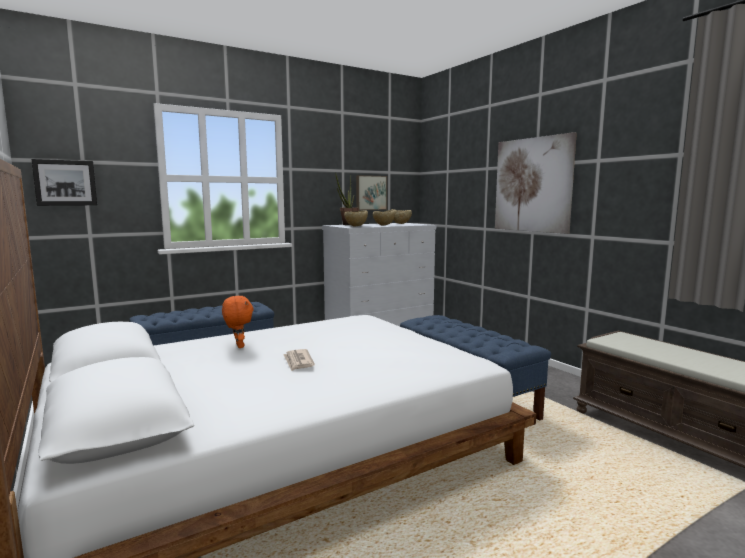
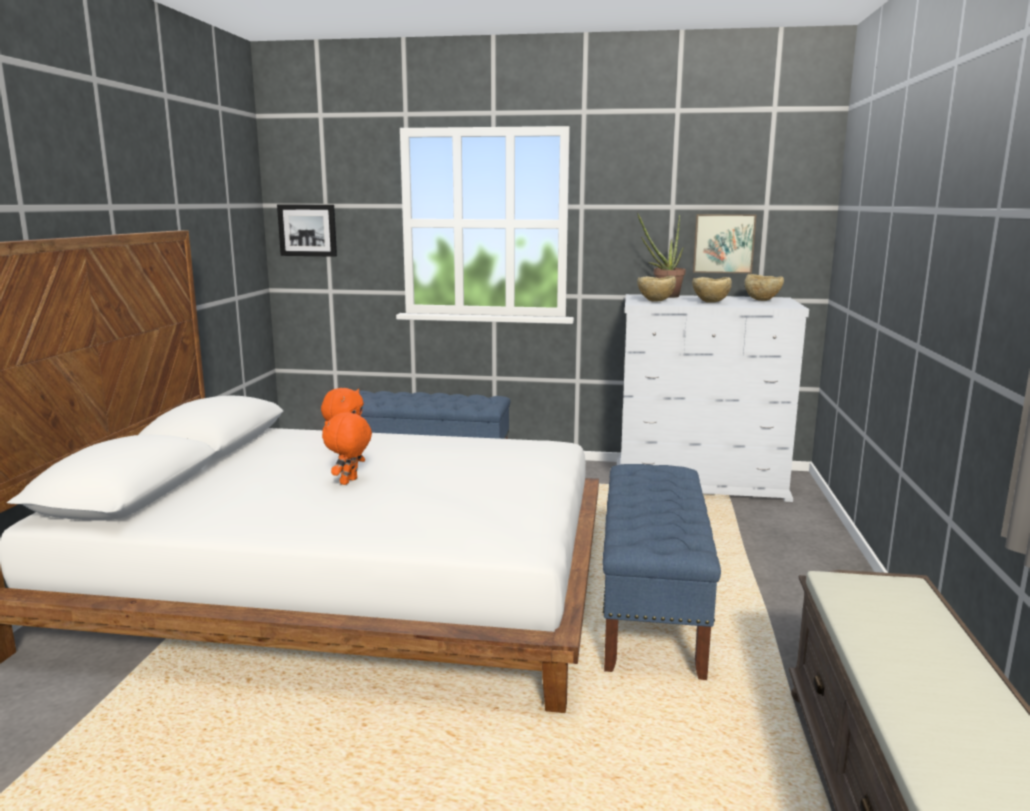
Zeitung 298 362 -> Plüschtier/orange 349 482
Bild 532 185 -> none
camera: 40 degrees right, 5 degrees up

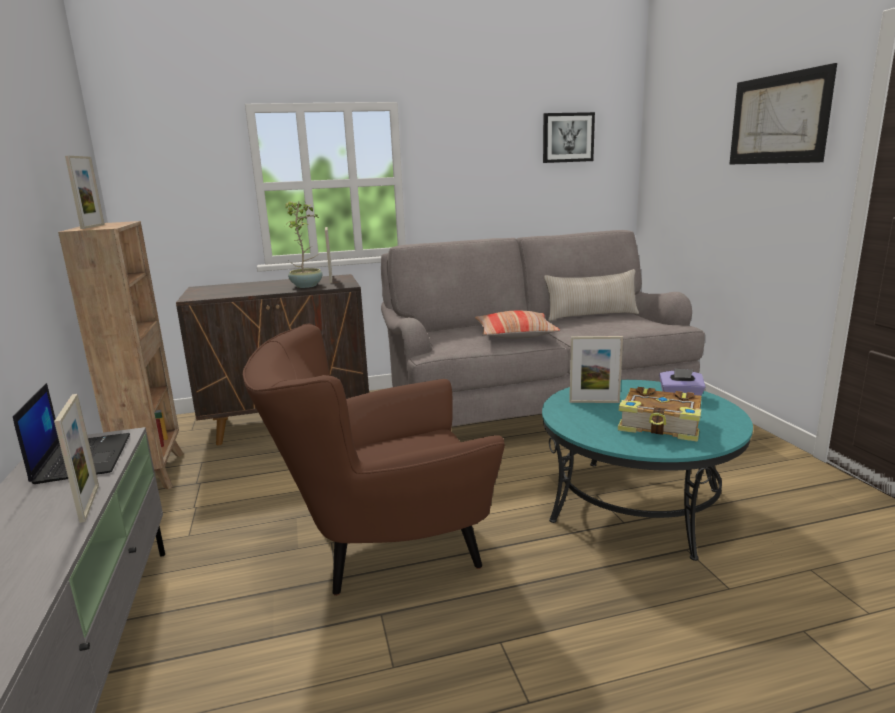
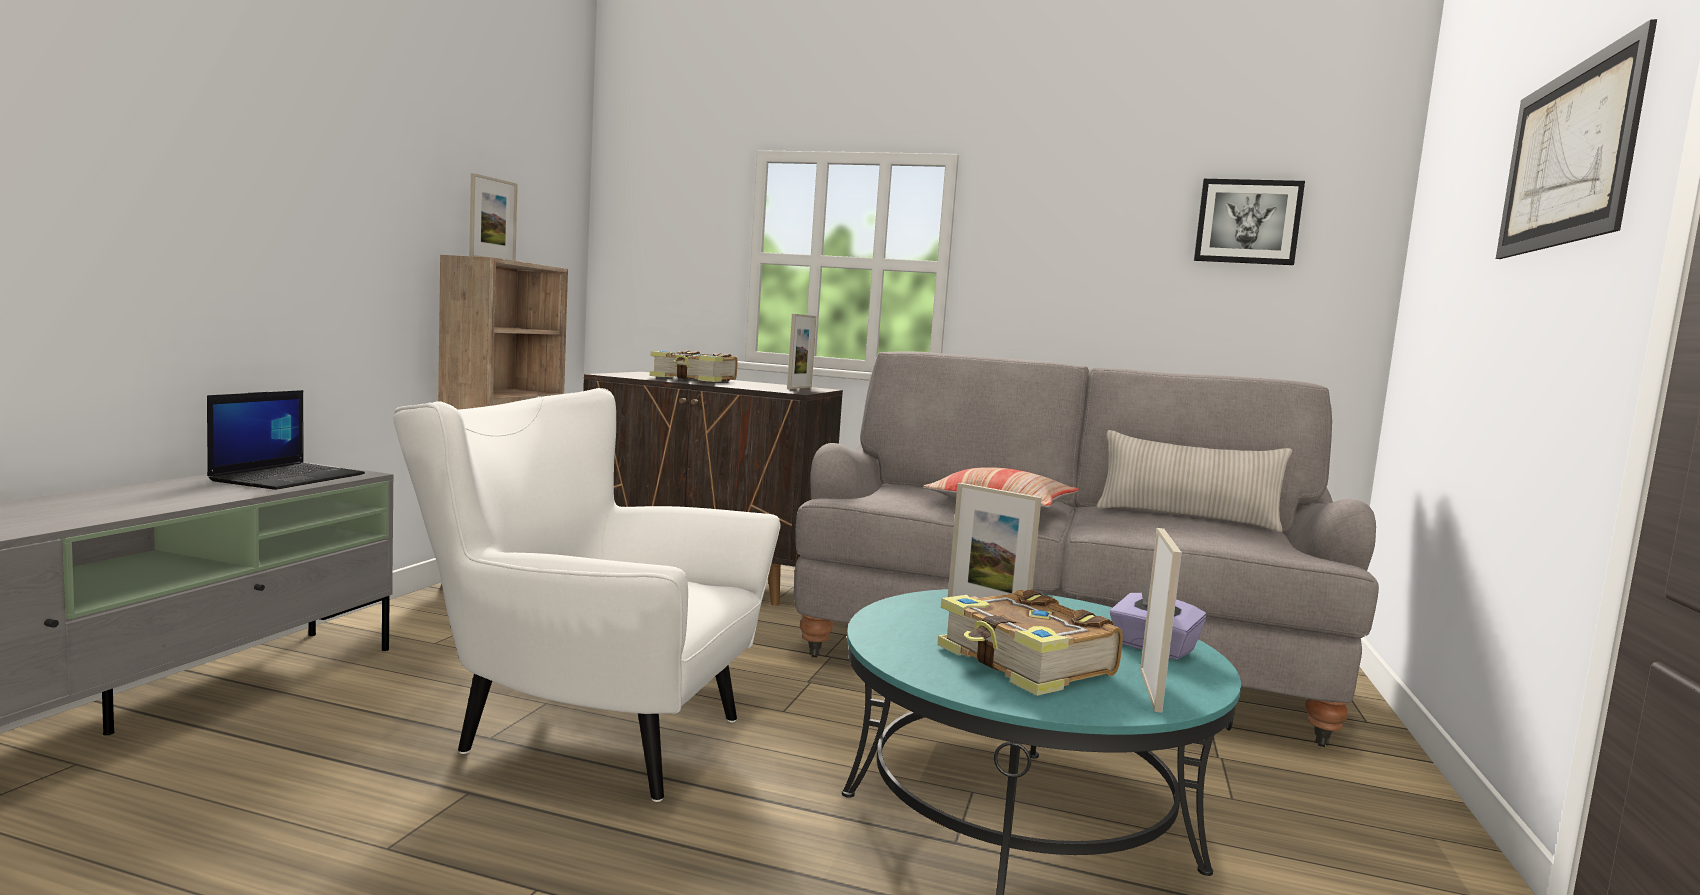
Bilderrahmen 89 503 -> Bilderrahmen 1150 690, move
Sessel/braun 383 550 -> Sessel/weiß 583 733
Topfpflanze 307 286 -> none
none -> Buch 694 379
camera: 30 degrees right, 10 degrees down

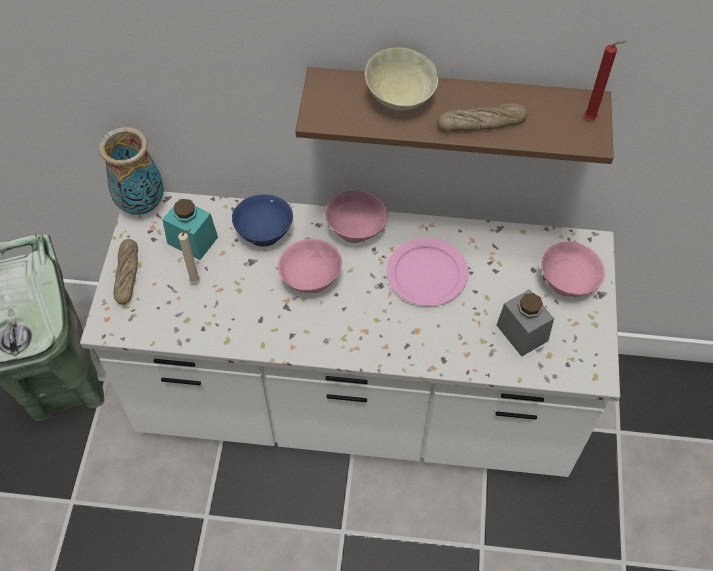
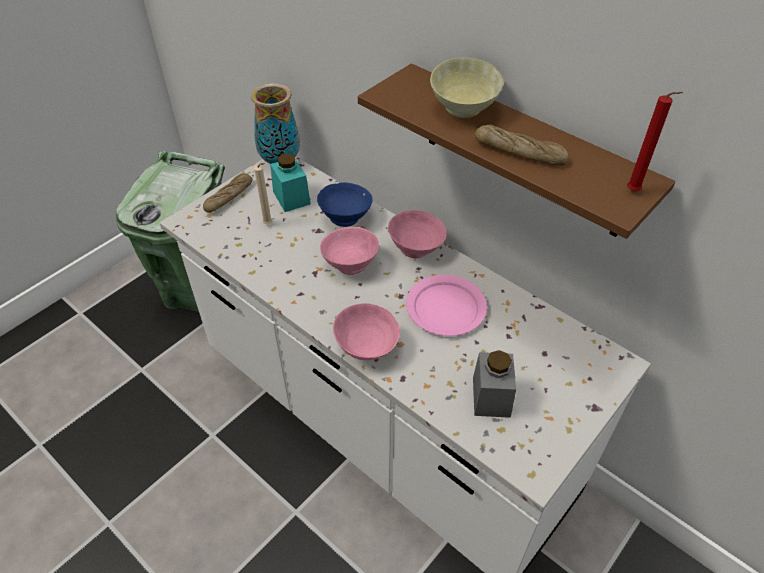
Schüssel/rosa 567 284 -> Schüssel/rosa 366 348, move
camera: 35 degrees right, 10 degrees down

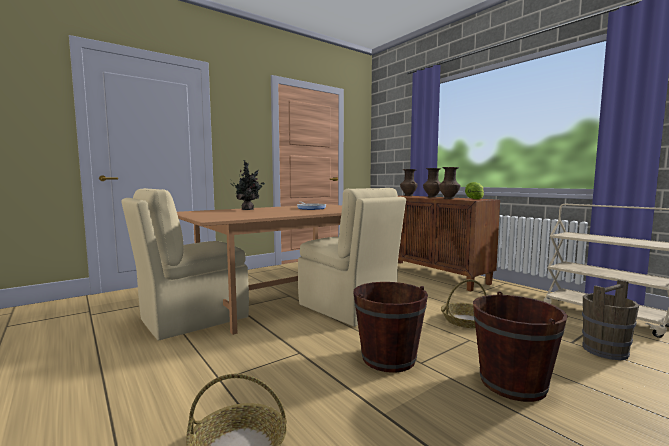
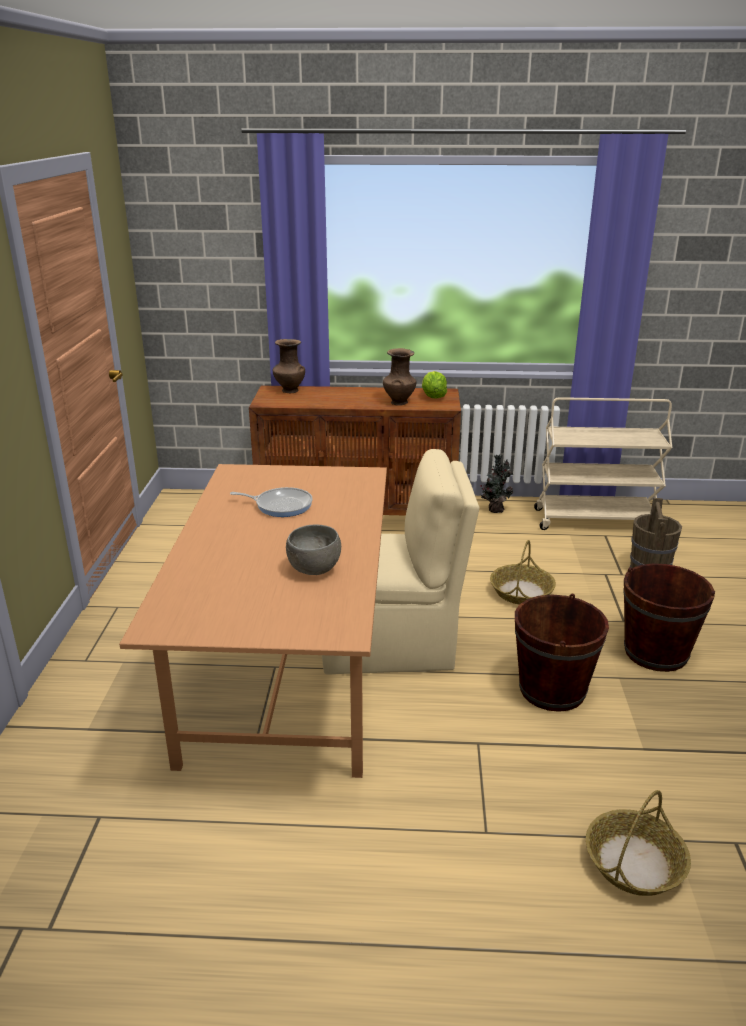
Stuhl/beige 191 319 -> none
Topfpflanze 248 209 -> Topfpflanze 495 509, move
Vase/braun 432 197 -> none
none -> Schüssel/grau 313 569
camera: 50 degrees left, 20 degrees up

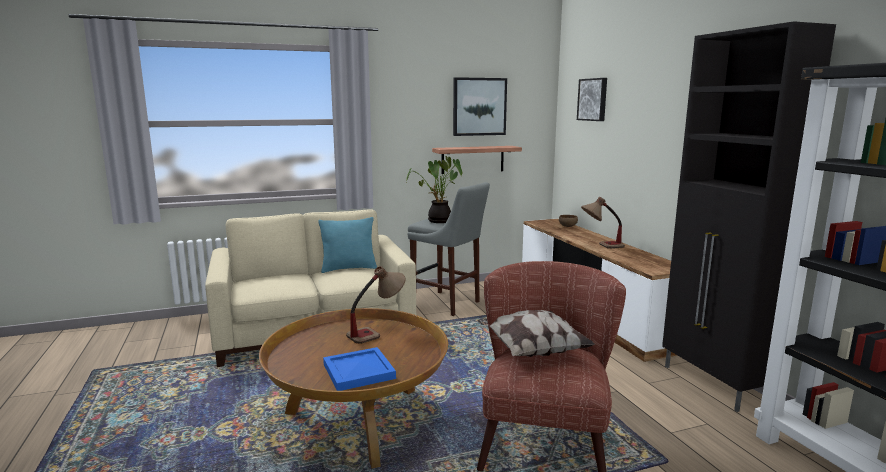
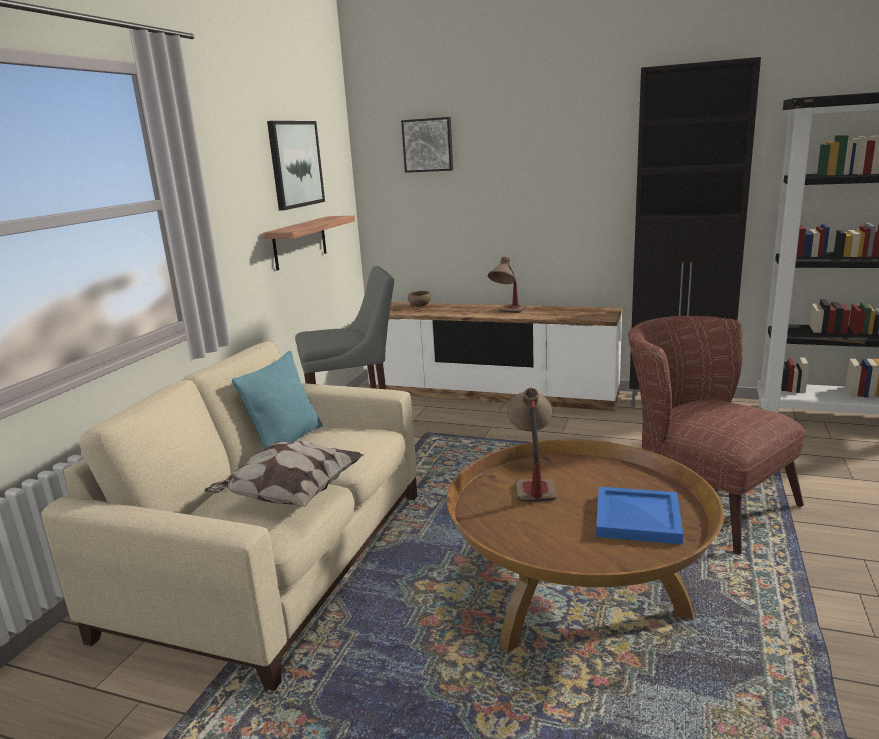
Topfpflanze 437 221 -> none
Kissen 532 350 -> Kissen 289 495, move
camera: 50 degrees left, 5 degrees up

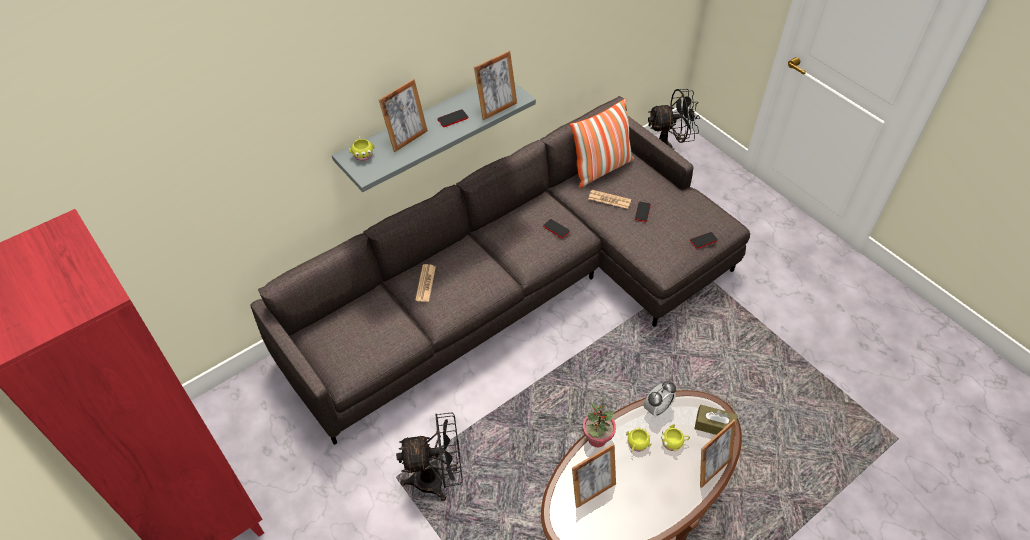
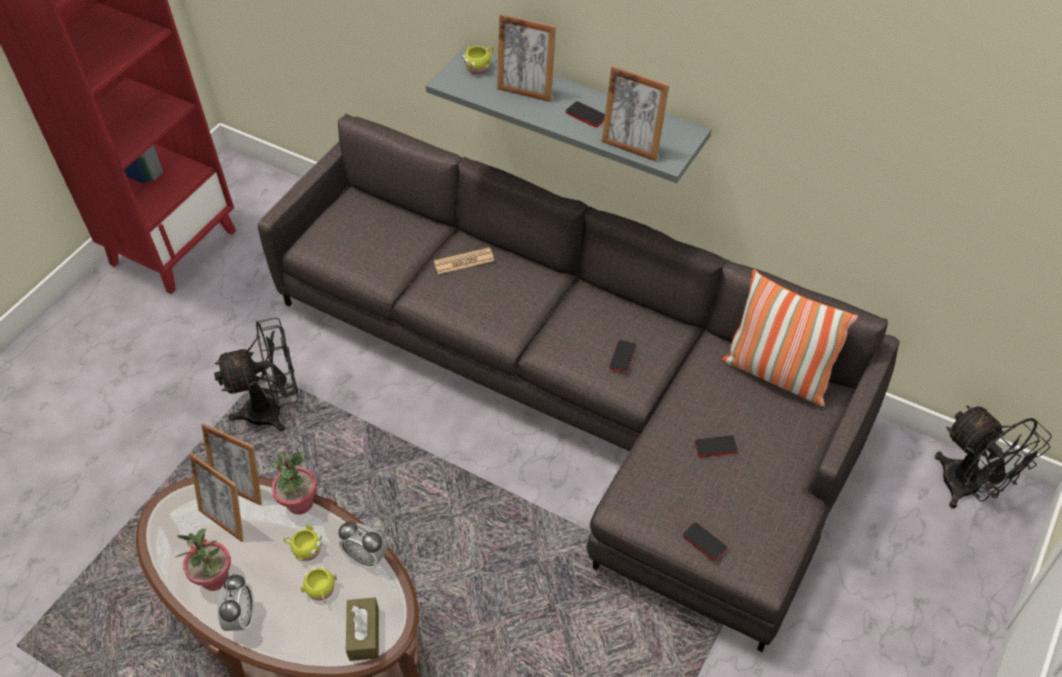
Ventilator/schwarz 437 478 -> Ventilator/schwarz 274 409, 75 degrees counterclockwise
Zeitung 609 199 -> none
Bilderrahmen 711 468 -> Bilderrahmen 241 487, move
none -> Topfpflanze 215 579
none -> Wecker 242 618
camera: 70 degrees right, 0 degrees up

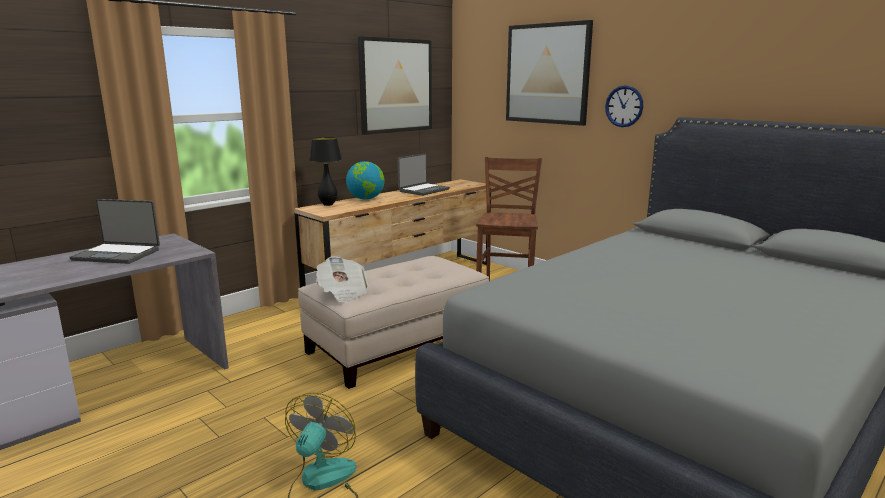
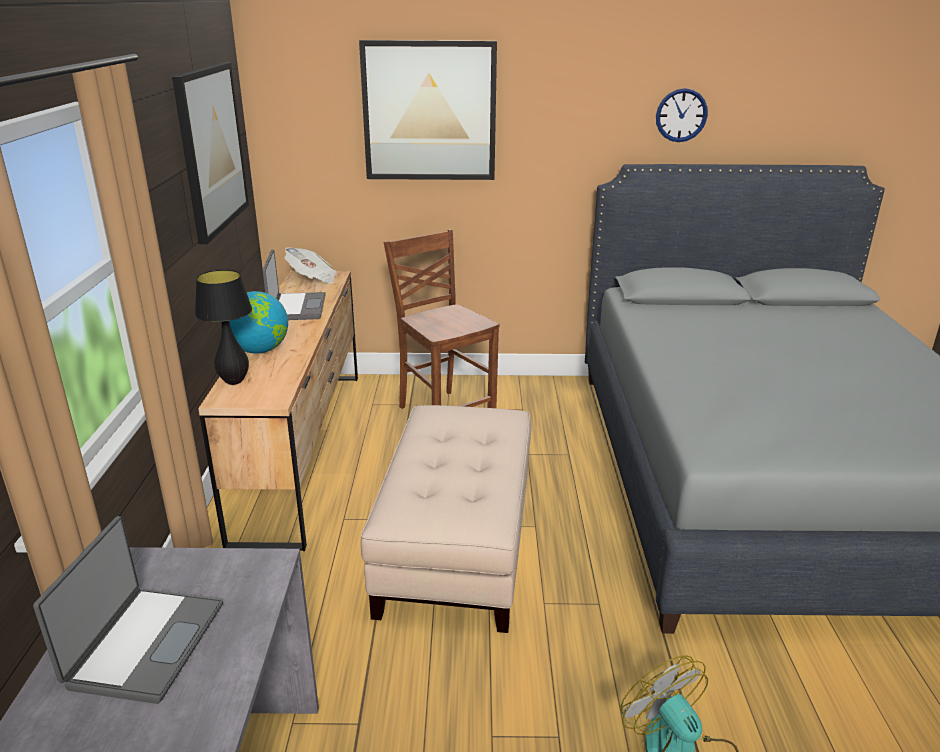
Laptop 118 254 -> Laptop 144 644, 45 degrees counterclockwise
Zeitung 343 293 -> Zeitung 312 278, move
Wanduhr 624 106 -> Wanduhr 681 115, move
camera: 45 degrees left, 10 degrees up

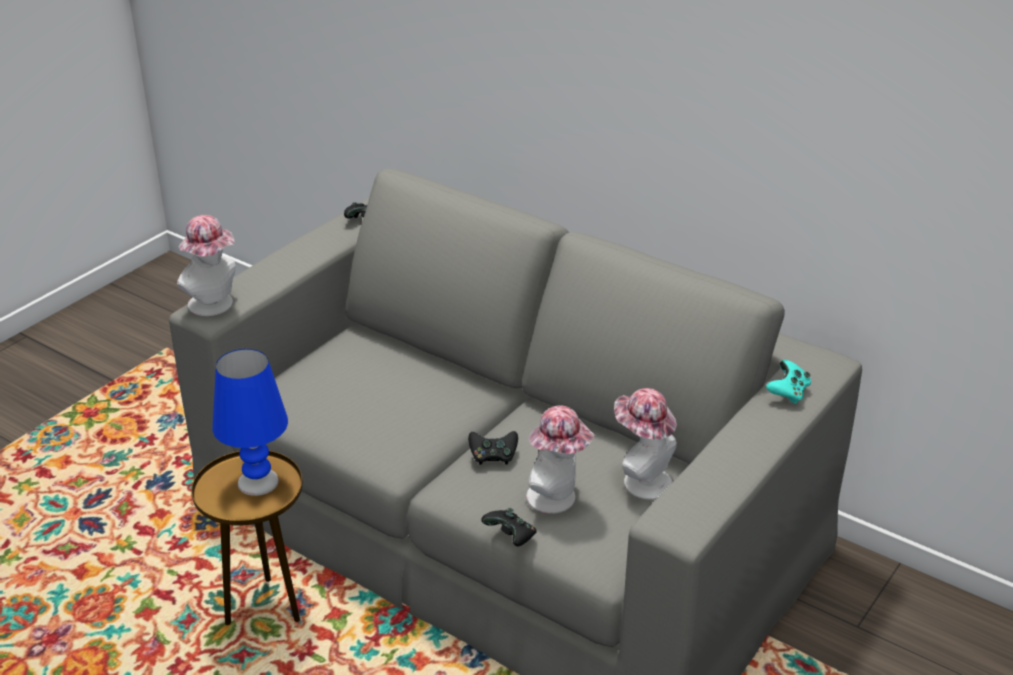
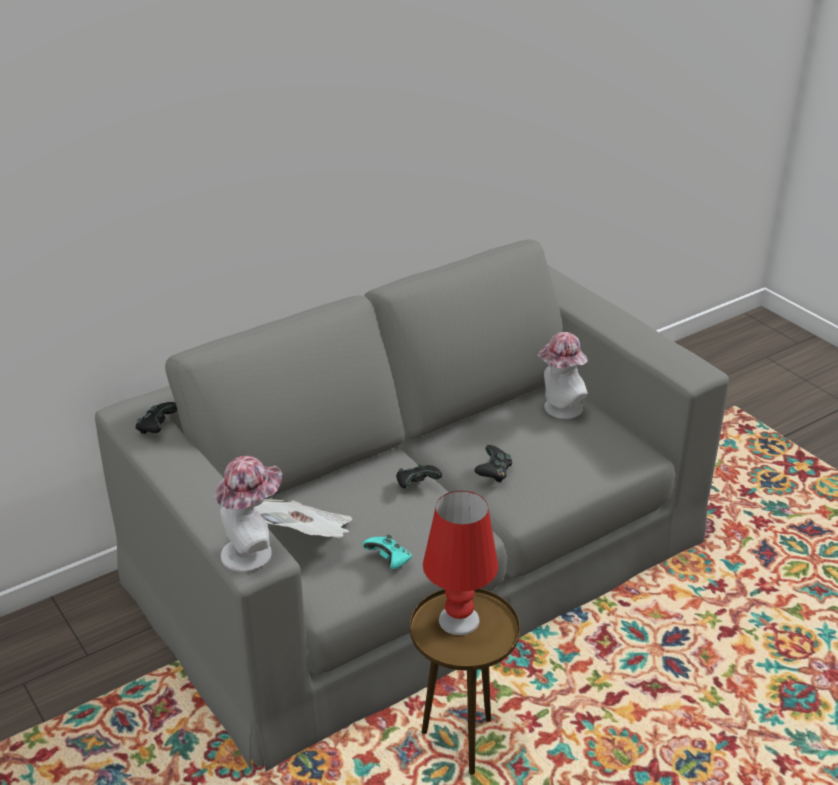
Tischlampe/blau 257 482 -> Tischlampe/rot 459 620
Gamepad/schwarz 511 537 -> Gamepad/schwarz 417 484, move
Hut 557 498 -> none
Gamepad/türkis 788 393 -> Gamepad/türkis 389 561, move
none -> Zeitung 304 539
camera: 70 degrees left, 0 degrees up

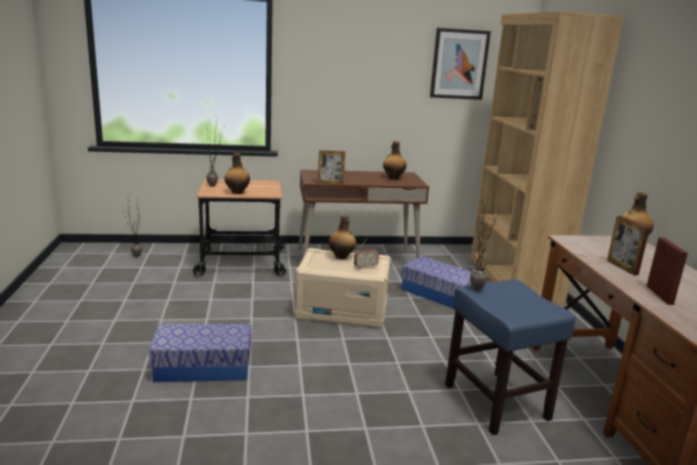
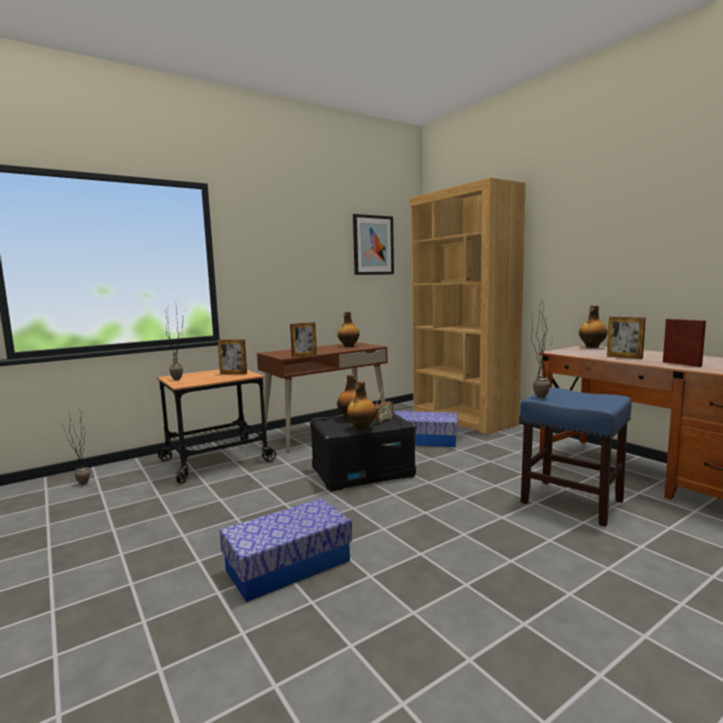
Flasche 237 192 -> Flasche 361 428, move
Aufbewahrungsbox/beige 342 310 -> Aufbewahrungsbox/schwarz 363 472
none -> Bilderrahmen 233 373
camera: 25 degrees left, 10 degrees down

